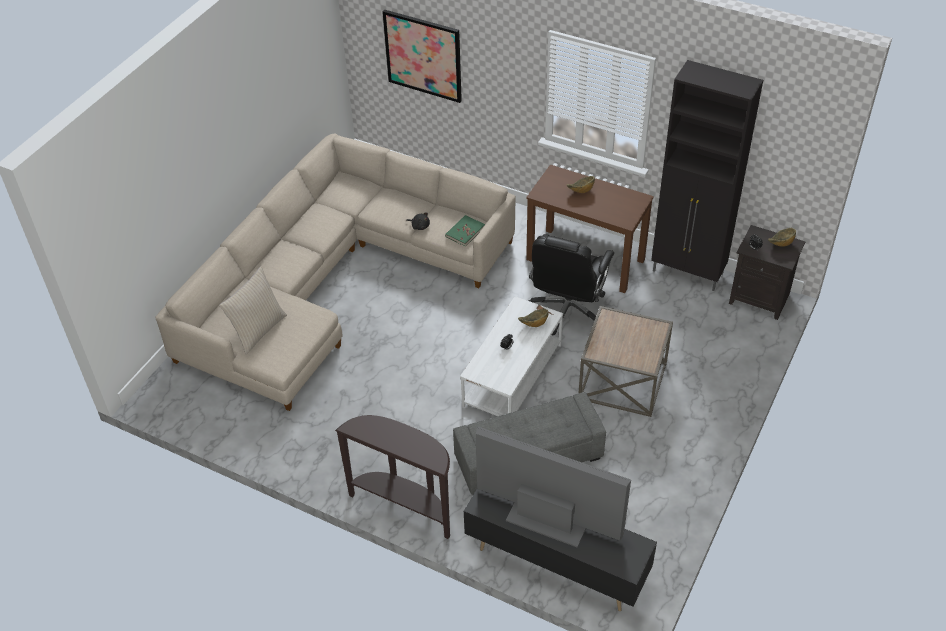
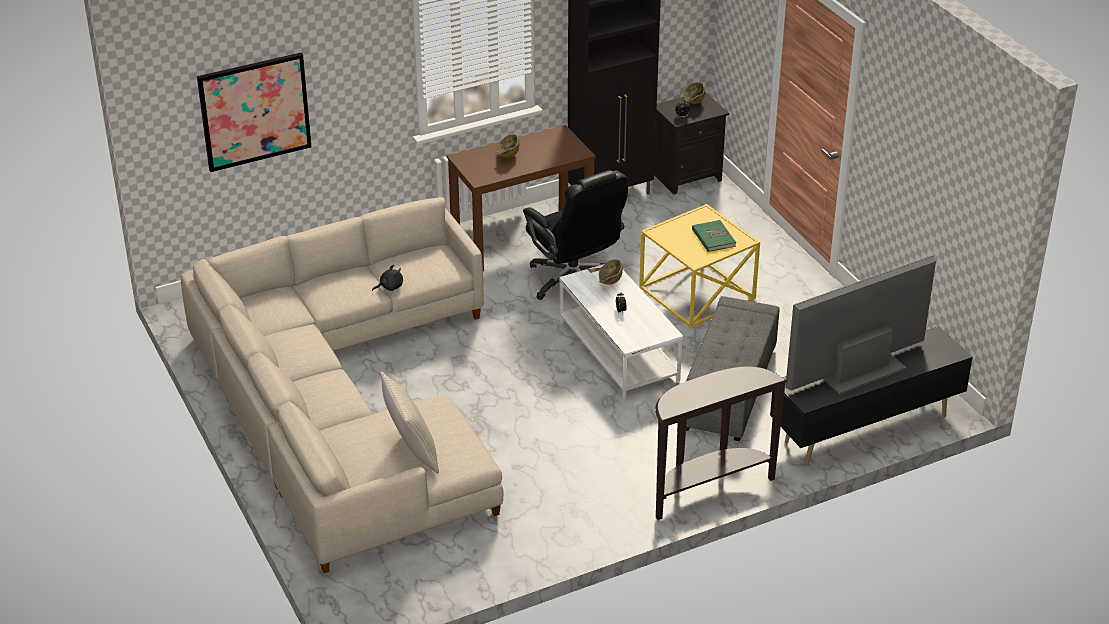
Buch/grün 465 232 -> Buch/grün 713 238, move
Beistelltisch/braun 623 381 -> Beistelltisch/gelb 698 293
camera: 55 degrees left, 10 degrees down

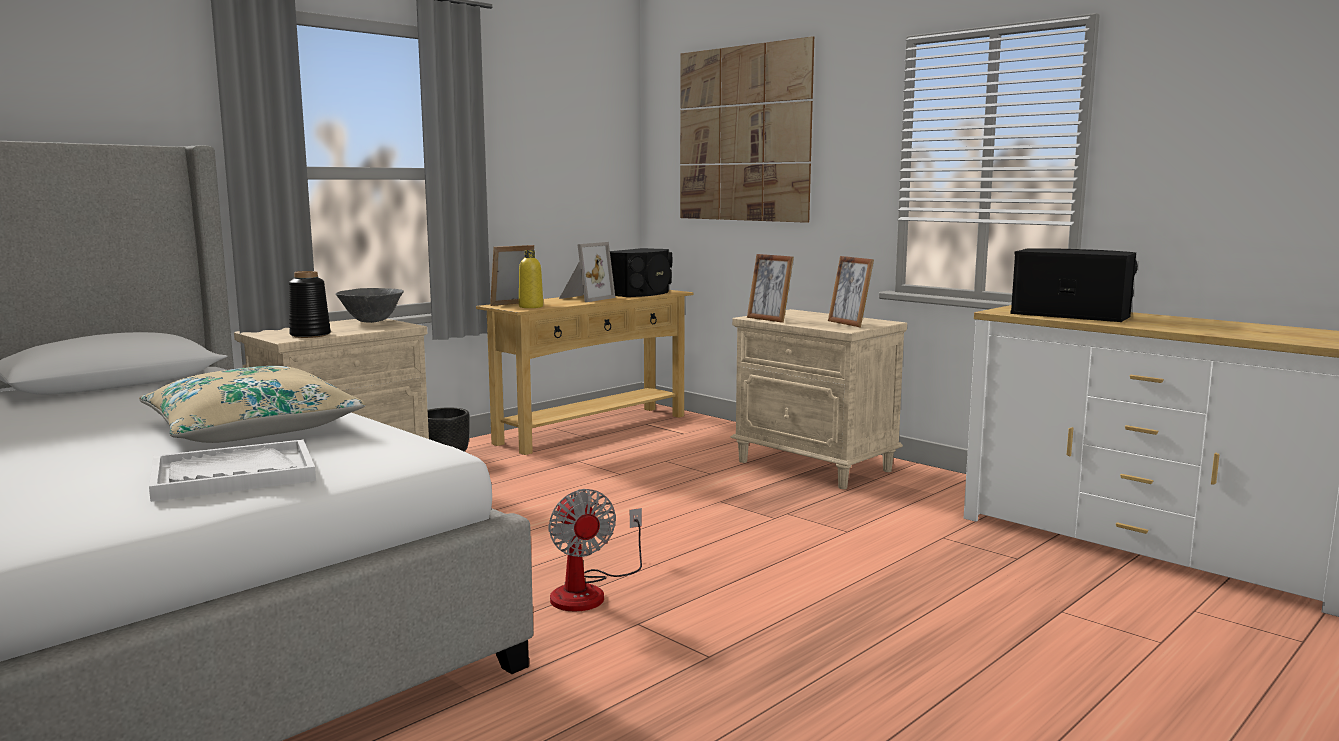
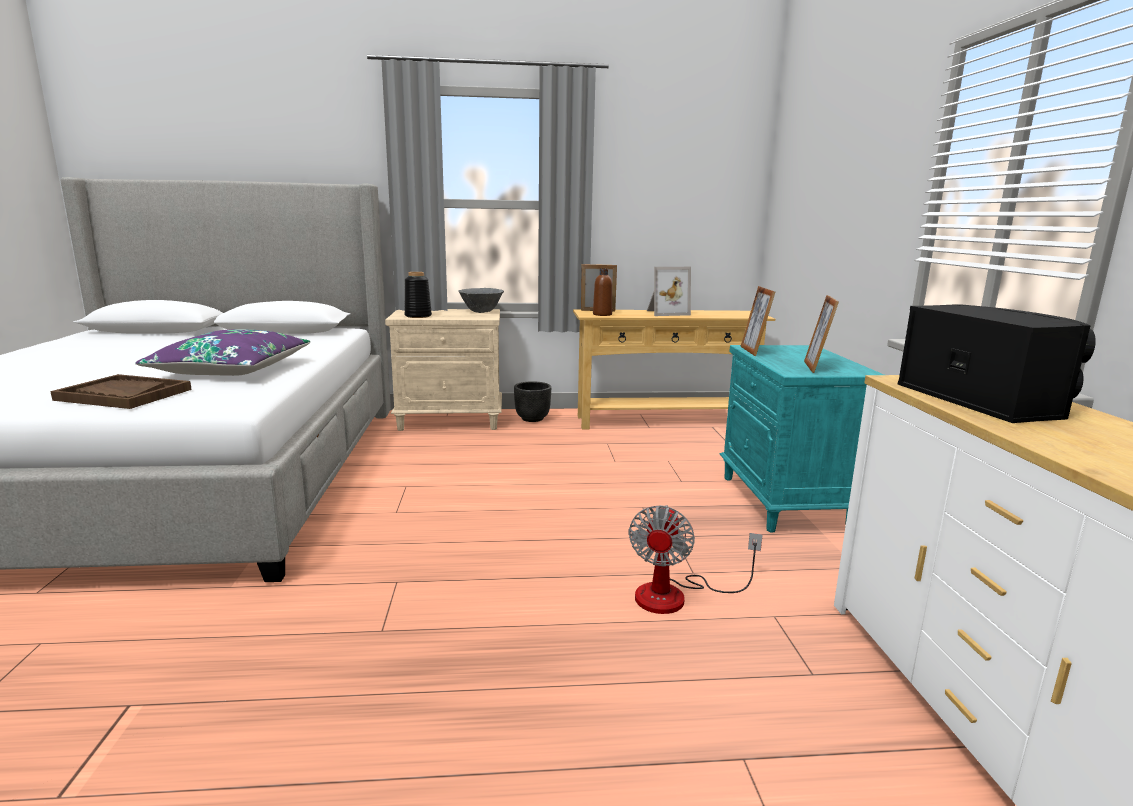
Kissen/beige 252 429 -> Kissen/lila 231 369
Tablett/weiß 233 475 -> Tablett/braun 123 395
Flasche/gelb 531 307 -> Flasche/braun 602 314
Ventilator 589 591 -> Ventilator 676 595, move
Lautsprecher/schwarz 640 293 -> none
Bild 743 134 -> none
Nachttisch/beige 815 466 -> Nachttisch/türkis 785 502
camera: 40 degrees right, 5 degrees up

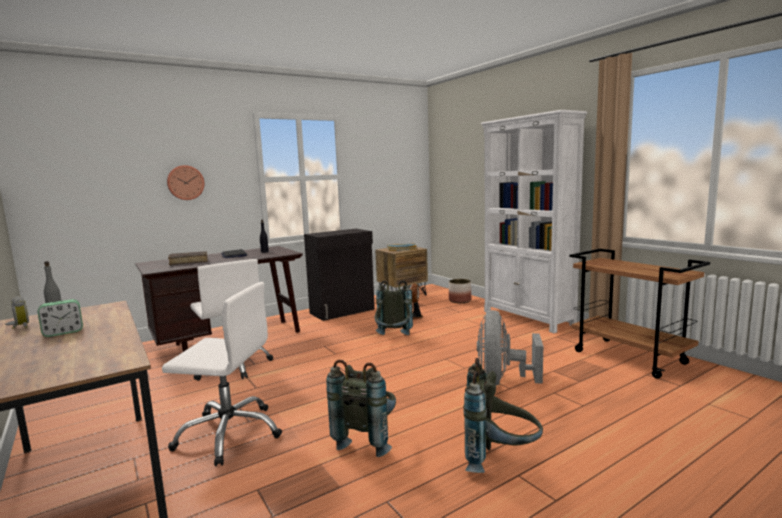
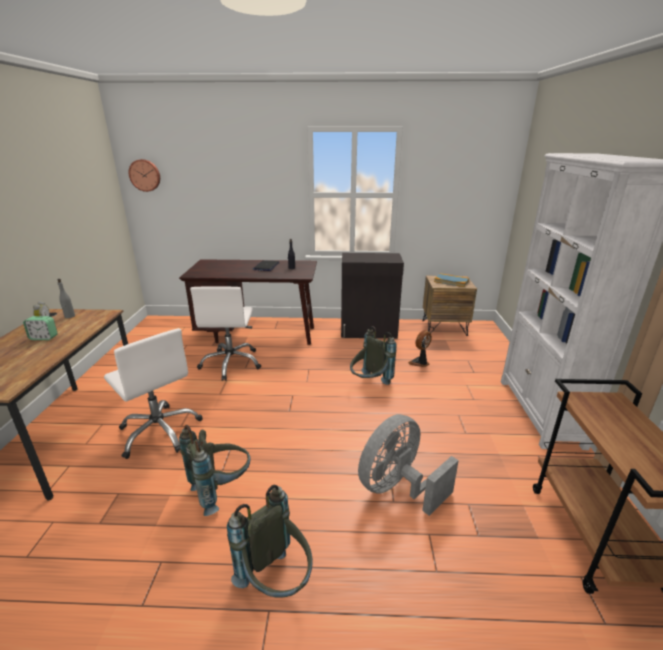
Wanduhr 185 182 -> Wanduhr 145 175, move
Buch/braun 188 262 -> none
Pflanzkübel 460 300 -> none
camera: 35 degrees right, 15 degrees up

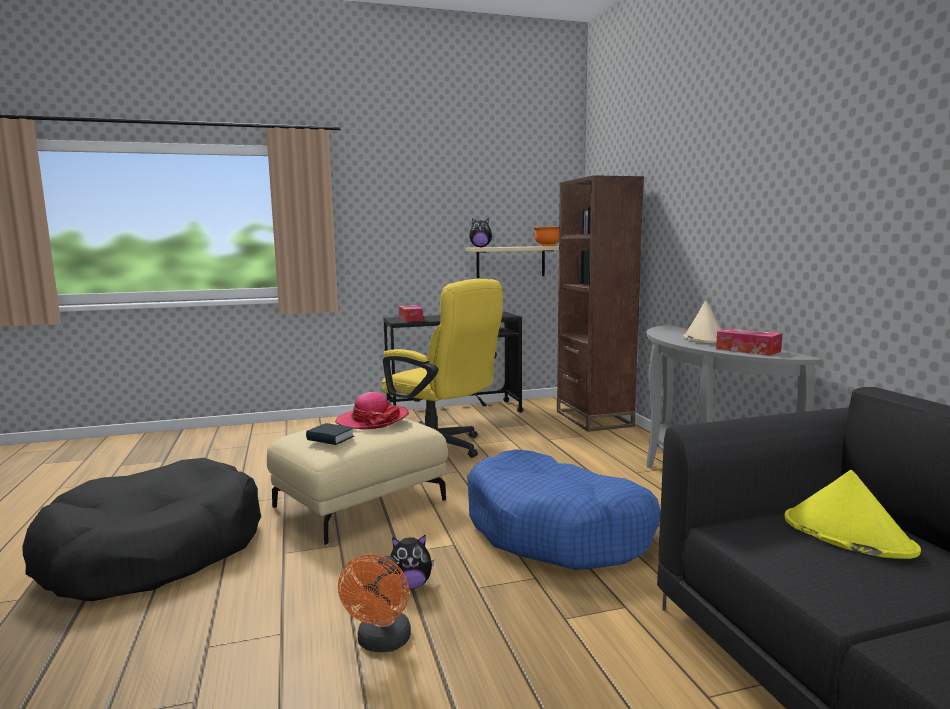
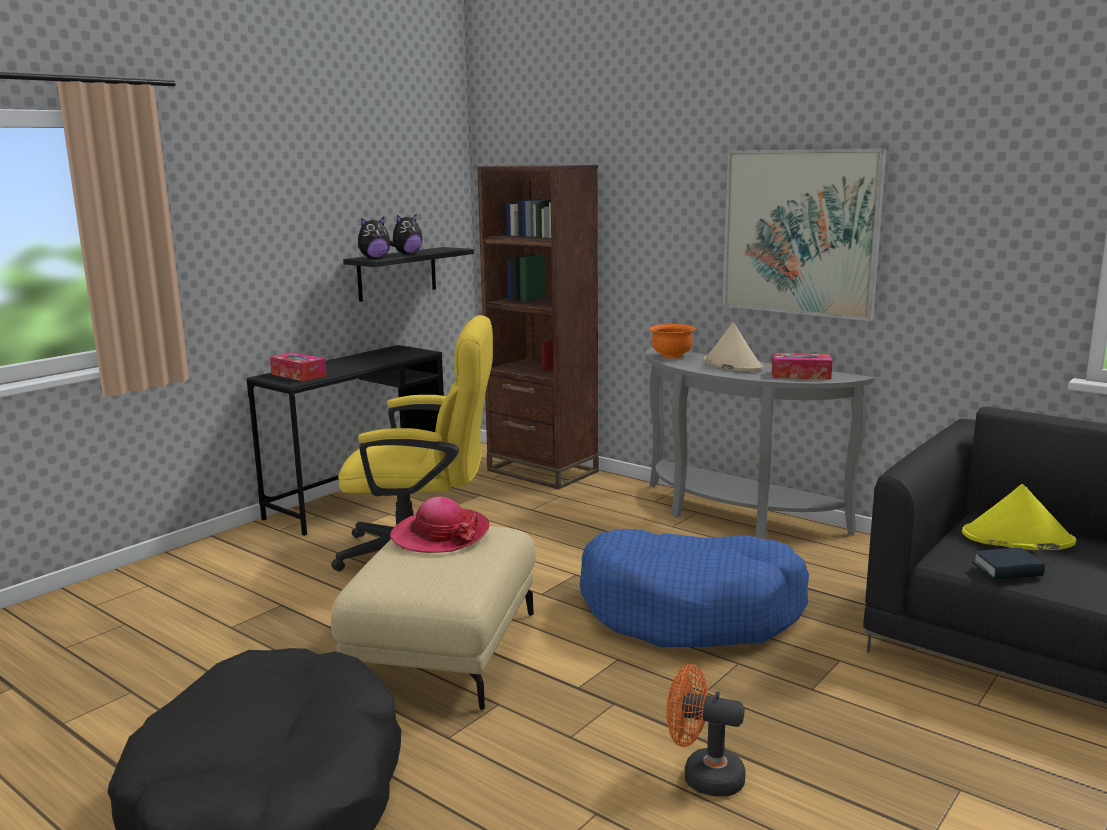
Buch 330 438 -> Buch 1007 570, move
Ventilator/orange 381 643 -> Ventilator/orange 703 776, 135 degrees clockwise
Plüschtier 410 585 -> Plüschtier 407 254, move
Wandregal/beige 510 262 -> Wandregal/schwarz 397 273
Schüssel/orange 547 246 -> Schüssel/orange 671 356, move
none -> Bild 800 232
camera: 35 degrees left, 5 degrees up

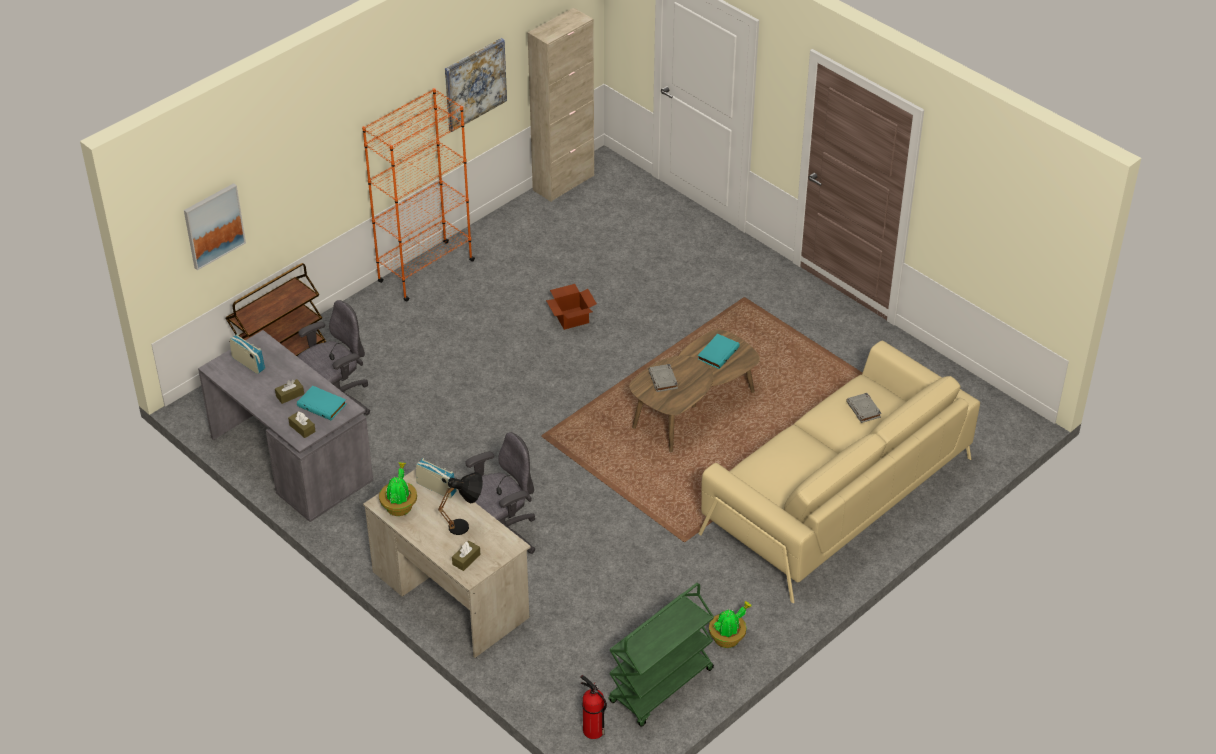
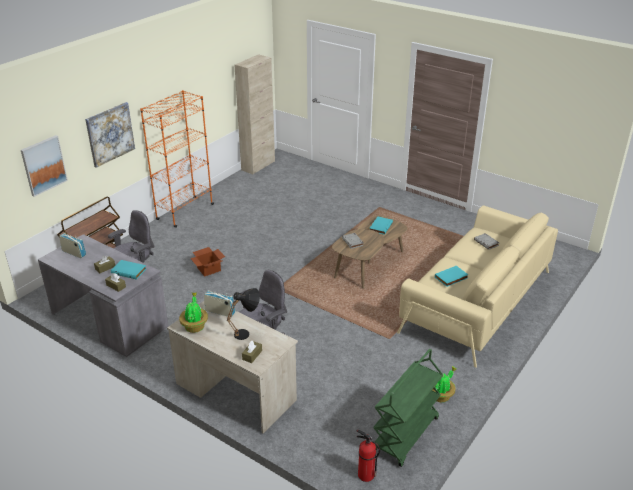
Bild 475 84 -> Bild 110 134, move
Karton 572 317 -> Karton 209 268, move
none -> Buch/türkis 451 278
camera: 10 degrees left, 10 degrees down

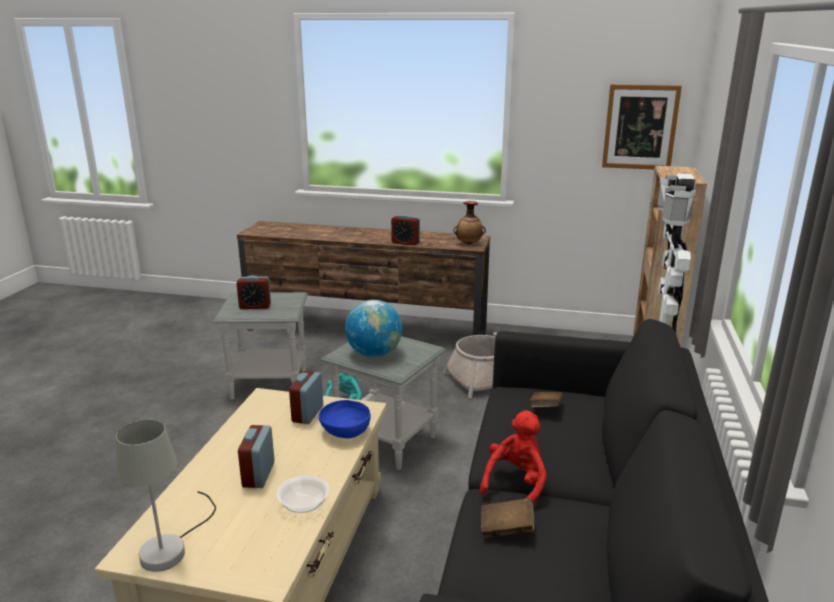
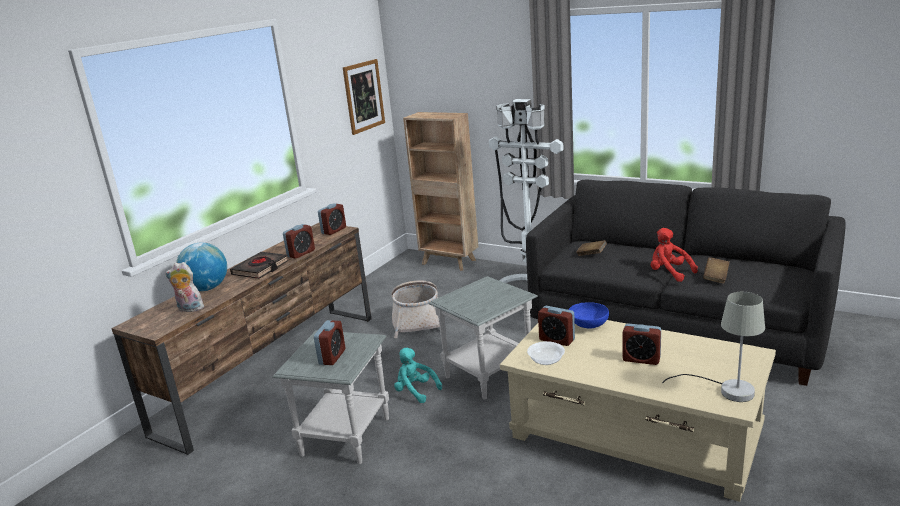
Schüssel 303 504 -> Schüssel 546 361, move
Globus 374 354 -> Globus 207 288, move
Vase 469 244 -> Wecker 334 230
none -> Plüschtier 189 309
none -> Buch/schwarz 260 268
camera: 70 degrees left, 0 degrees up

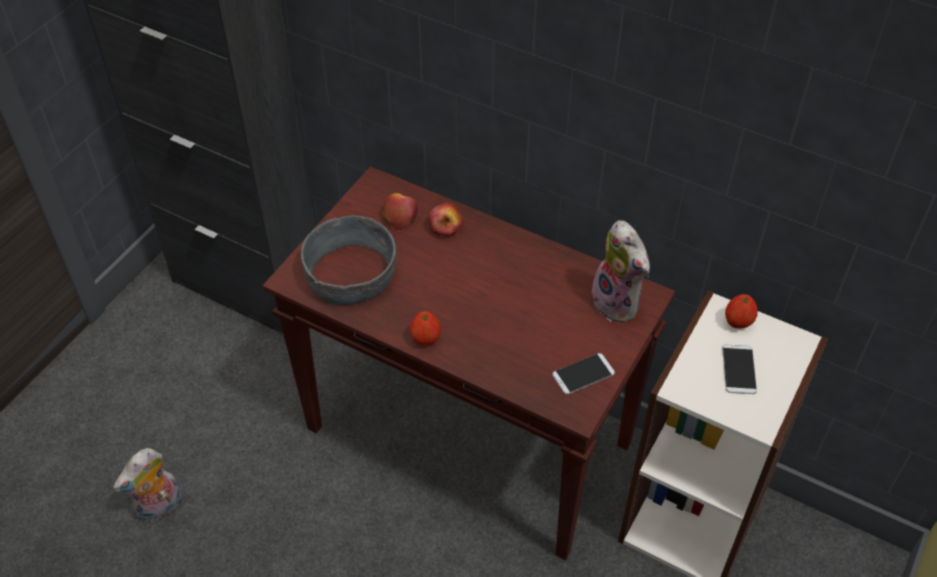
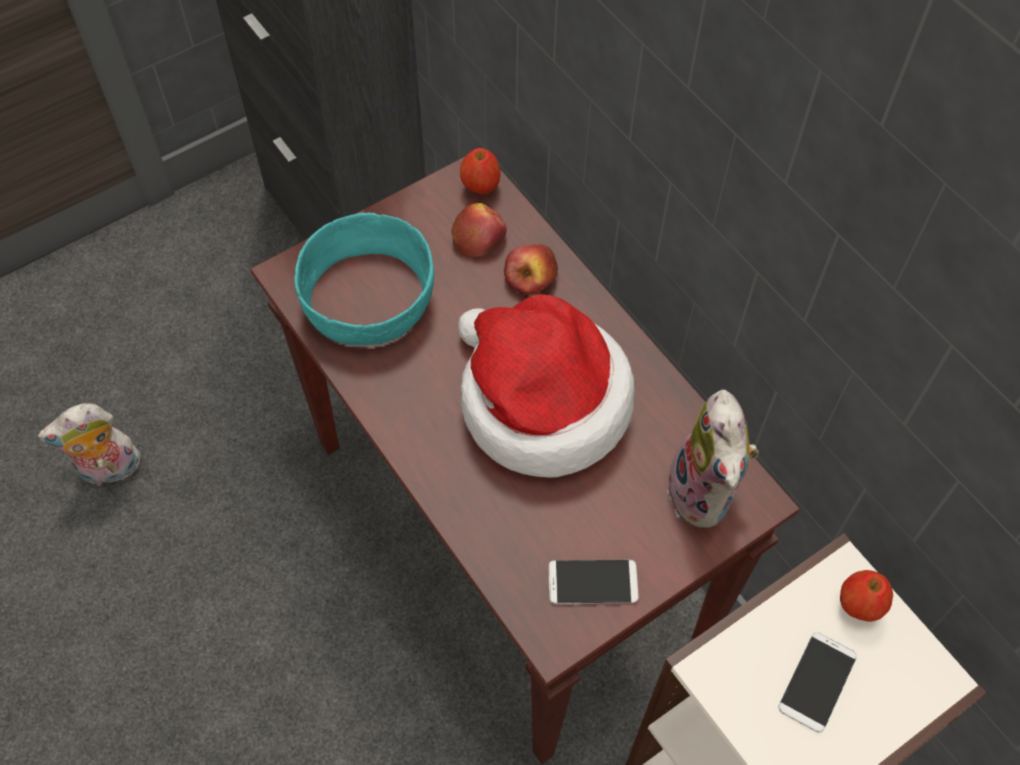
Schüssel/grau 351 272 -> Schüssel/türkis 369 296
Apfel 425 339 -> Apfel 480 186, move
none -> Hut 540 402
camera: 25 degrees right, 10 degrees up

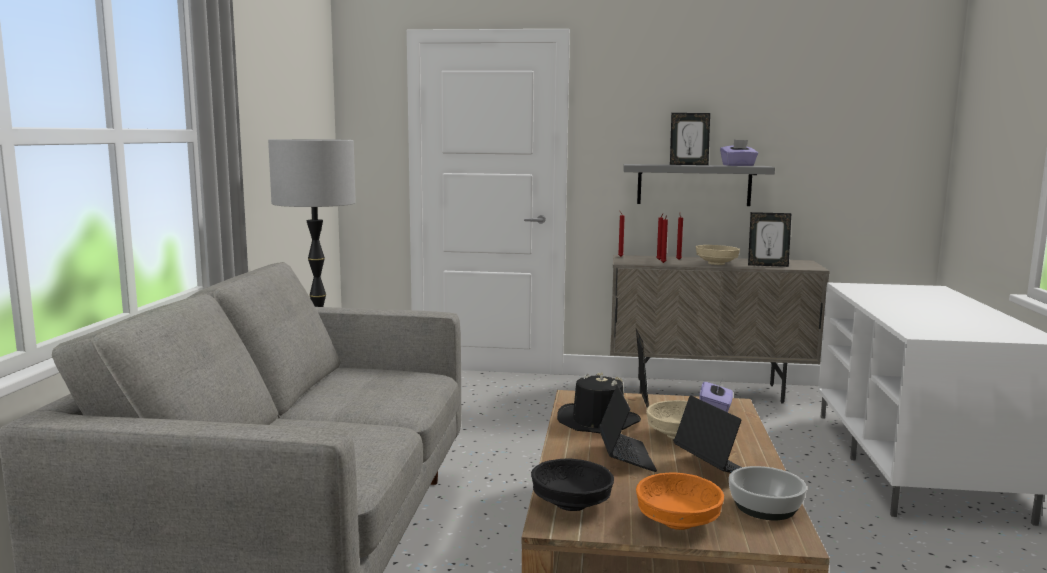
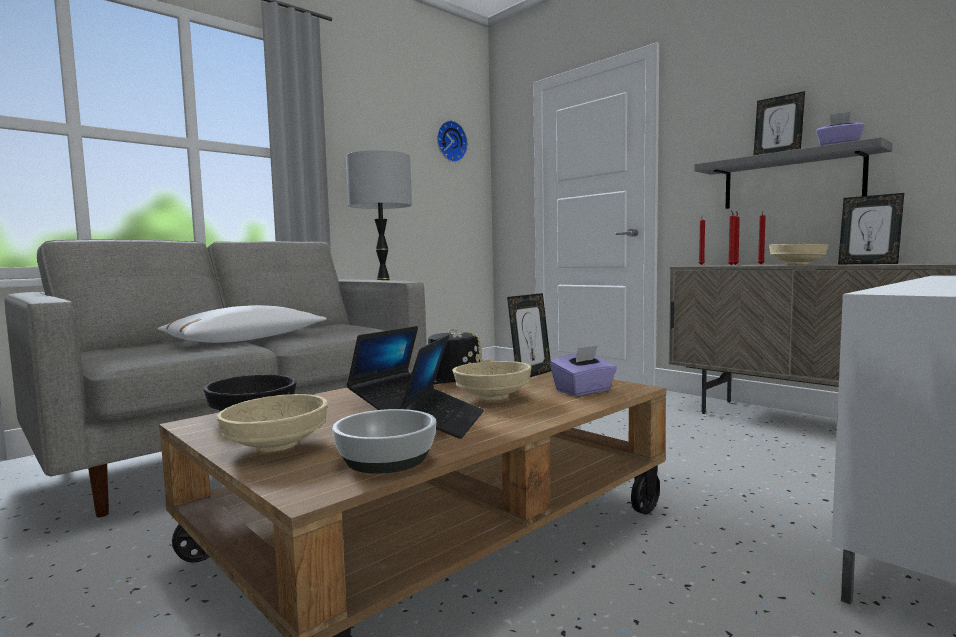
Schüssel/orange 677 521 -> Schüssel/beige 276 445
none -> Kissen/weiß 246 340
none -> Wanduhr 450 141
camera: 40 degrees right, 5 degrees down

